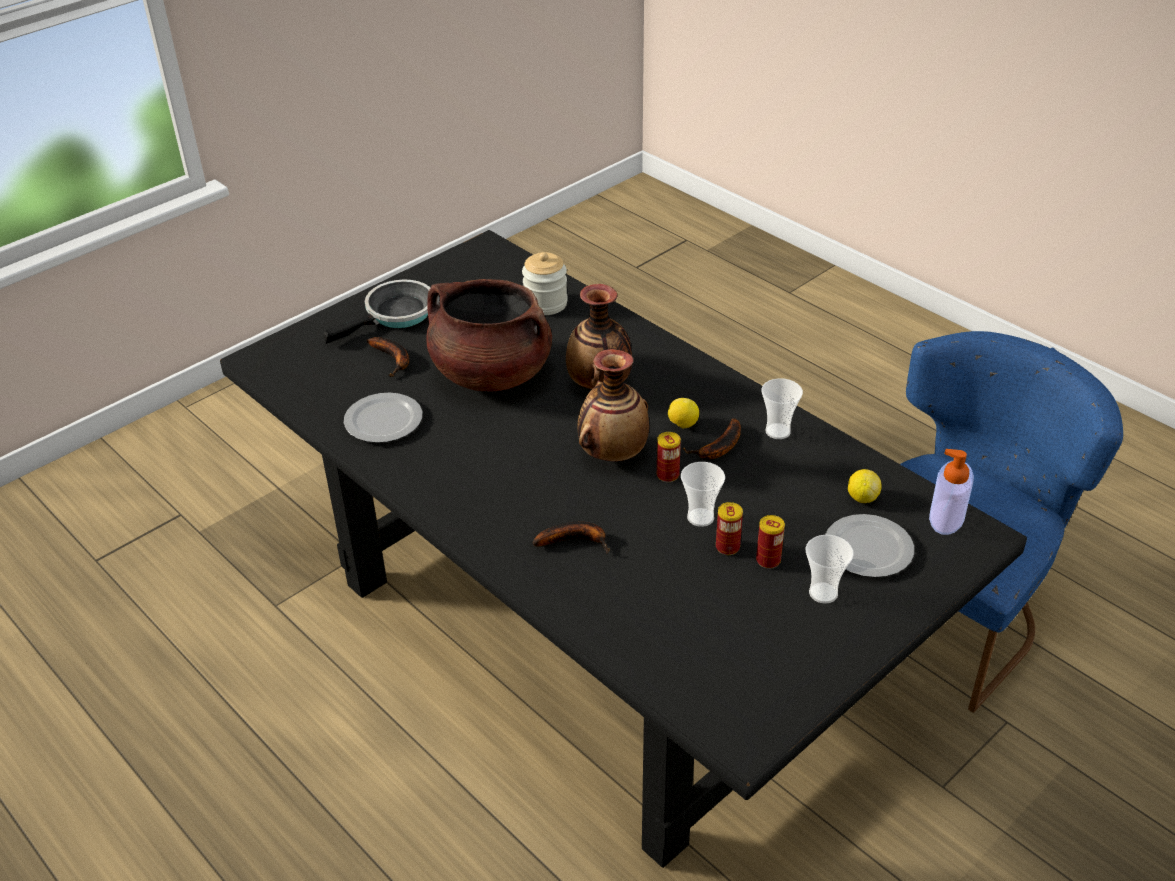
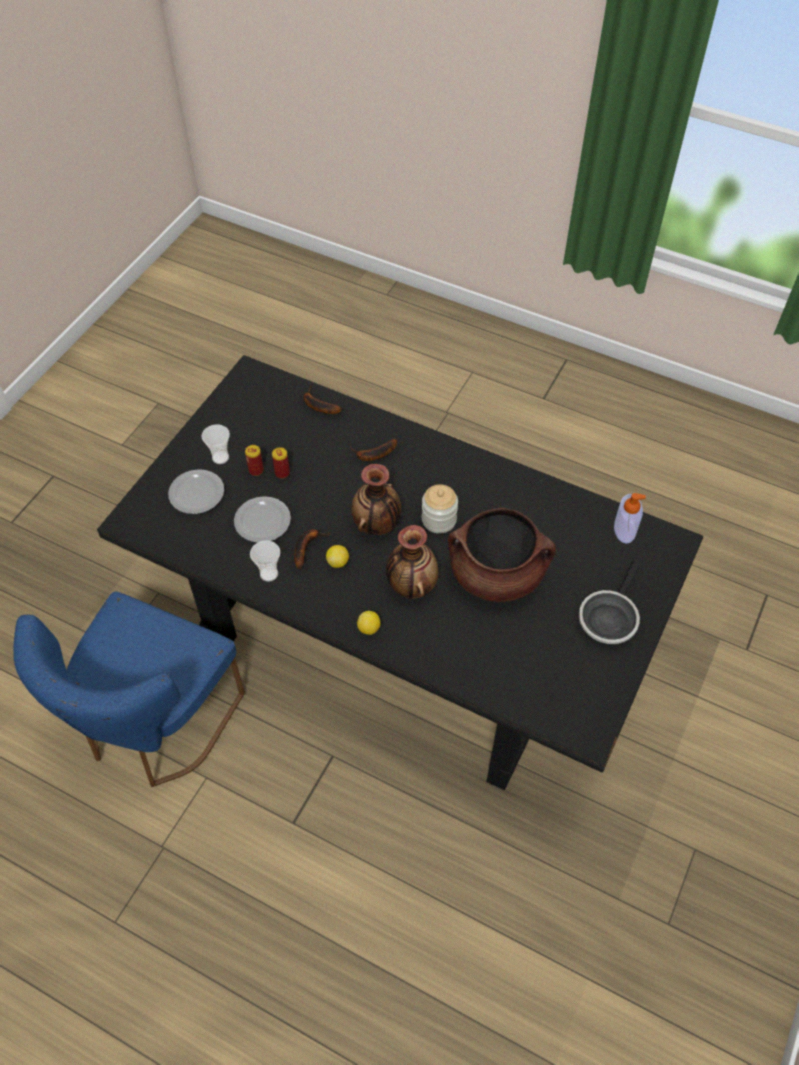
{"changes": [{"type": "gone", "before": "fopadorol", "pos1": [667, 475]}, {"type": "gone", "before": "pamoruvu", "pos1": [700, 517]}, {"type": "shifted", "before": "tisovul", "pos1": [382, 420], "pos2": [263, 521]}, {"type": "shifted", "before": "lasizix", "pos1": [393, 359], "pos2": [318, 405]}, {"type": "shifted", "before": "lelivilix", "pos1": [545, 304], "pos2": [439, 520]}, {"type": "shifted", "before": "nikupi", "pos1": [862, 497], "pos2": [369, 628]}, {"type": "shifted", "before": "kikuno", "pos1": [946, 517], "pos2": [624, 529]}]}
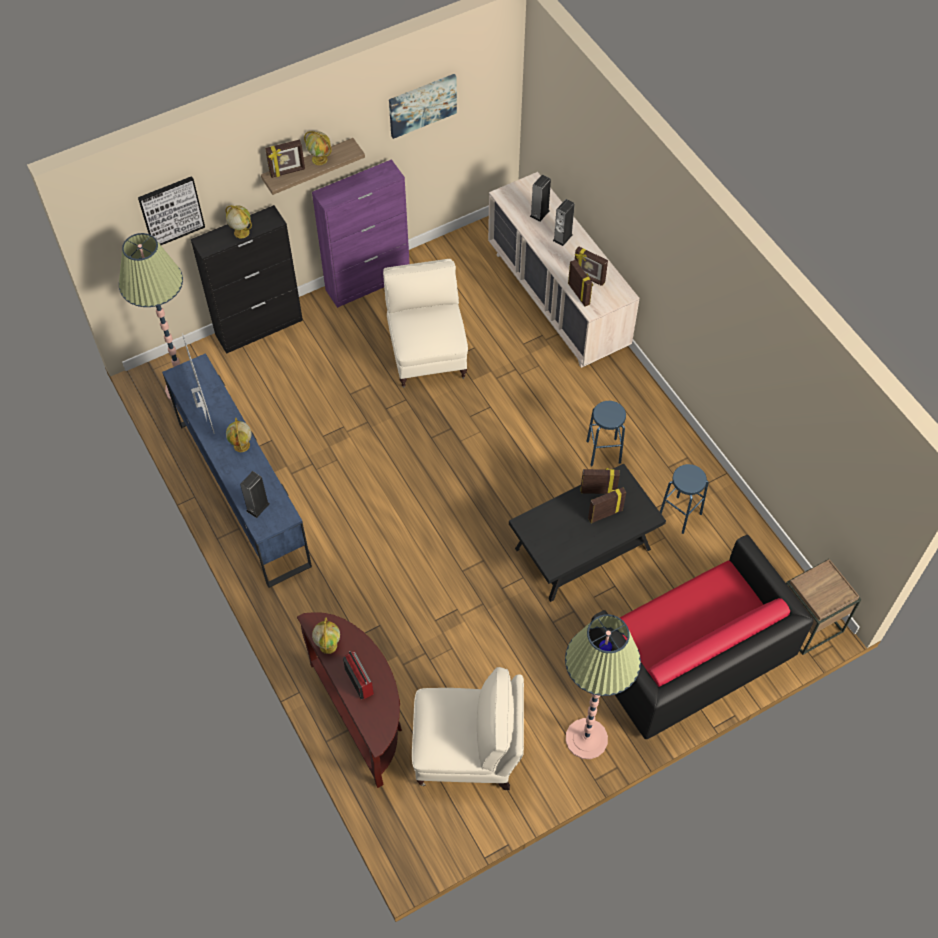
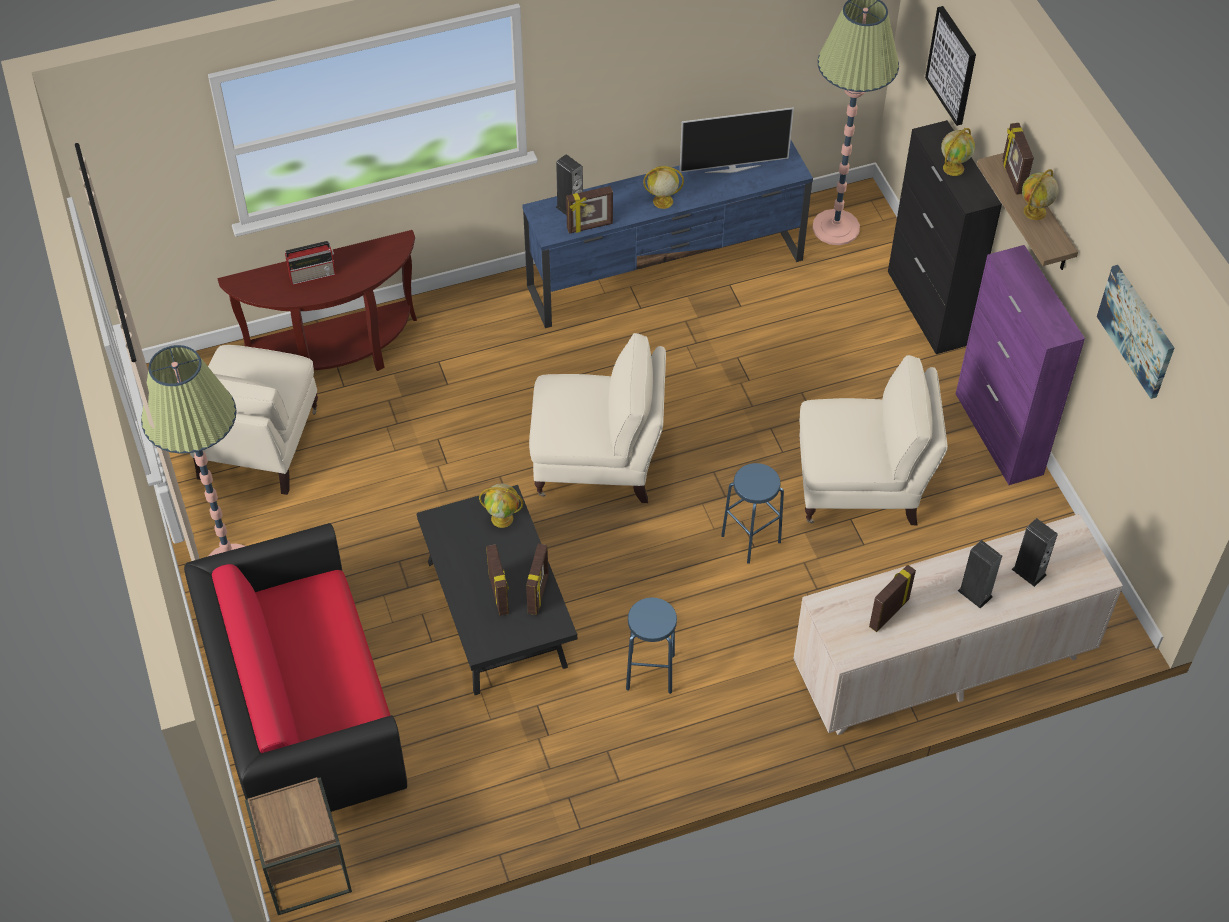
{"changes": [{"type": "new", "after": "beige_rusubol", "pos2": [598, 463]}, {"type": "shifted", "before": "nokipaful", "pos1": [328, 645], "pos2": [503, 518]}, {"type": "shifted", "before": "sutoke", "pos1": [579, 294], "pos2": [590, 227]}, {"type": "shifted", "before": "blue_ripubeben", "pos1": [680, 515], "pos2": [750, 538]}]}
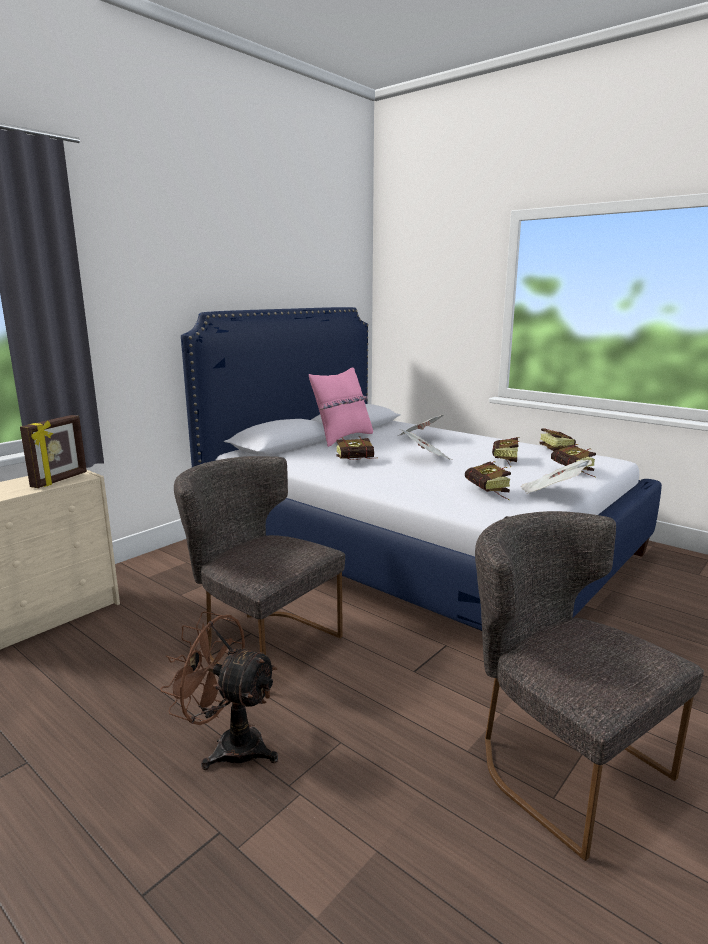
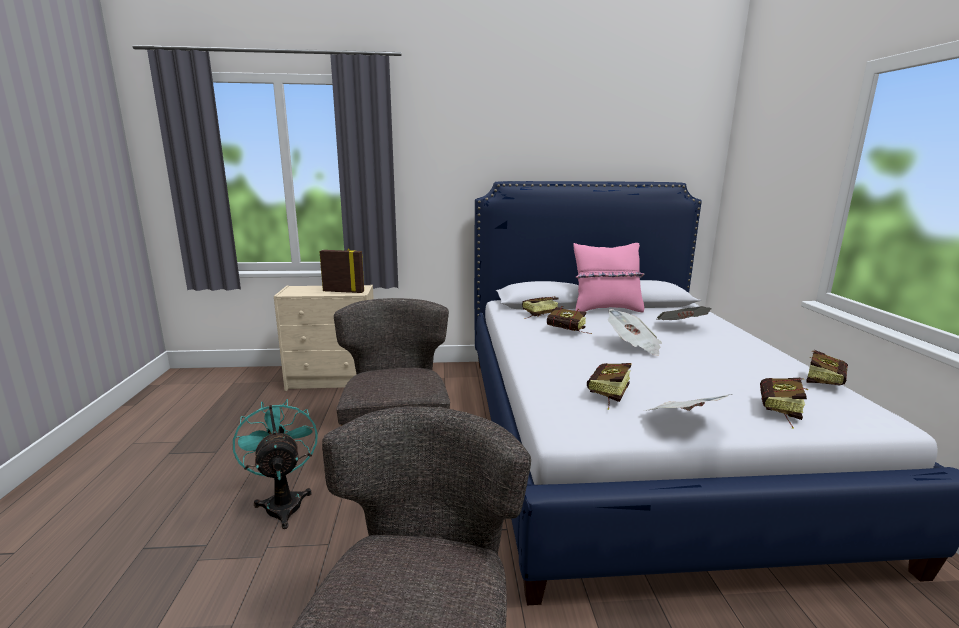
{"changes": [{"type": "shifted", "before": "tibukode", "pos1": [504, 461], "pos2": [536, 315]}, {"type": "repainted", "before": "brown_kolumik", "after": "turquoise_kolumik", "pos1": [229, 745], "pos2": [283, 502]}, {"type": "rotated", "before": "sutoke", "pos1": [60, 480], "pos2": [344, 291], "turn": -150}]}
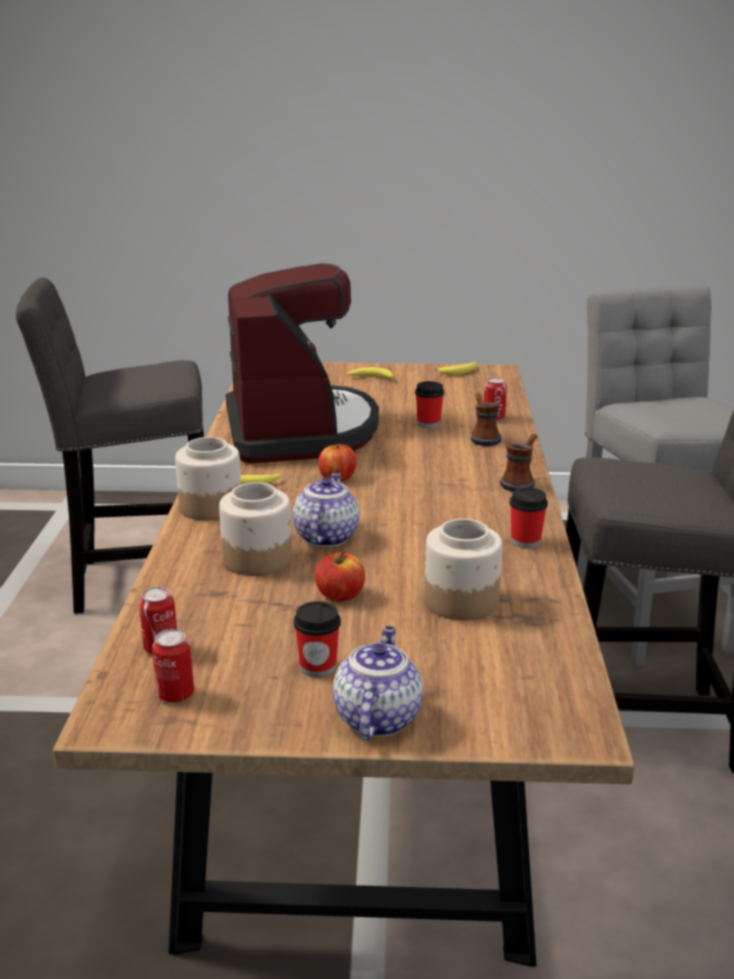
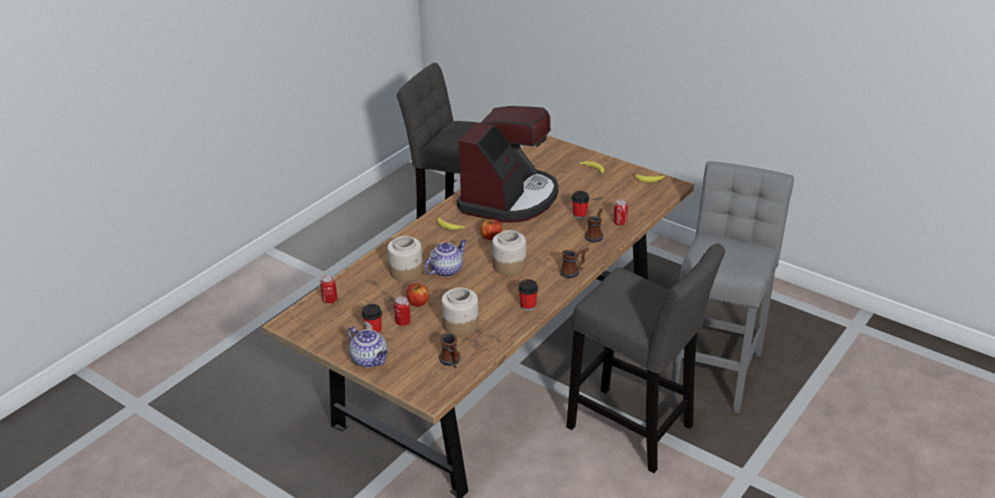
{"changes": [{"type": "new", "after": "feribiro", "pos2": [452, 362]}, {"type": "shifted", "before": "fopadorol", "pos1": [175, 694], "pos2": [403, 322]}, {"type": "shifted", "before": "lelivilix", "pos1": [210, 507], "pos2": [509, 266]}, {"type": "rotated", "before": "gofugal", "pos1": [376, 717], "pos2": [370, 360], "turn": 90}]}
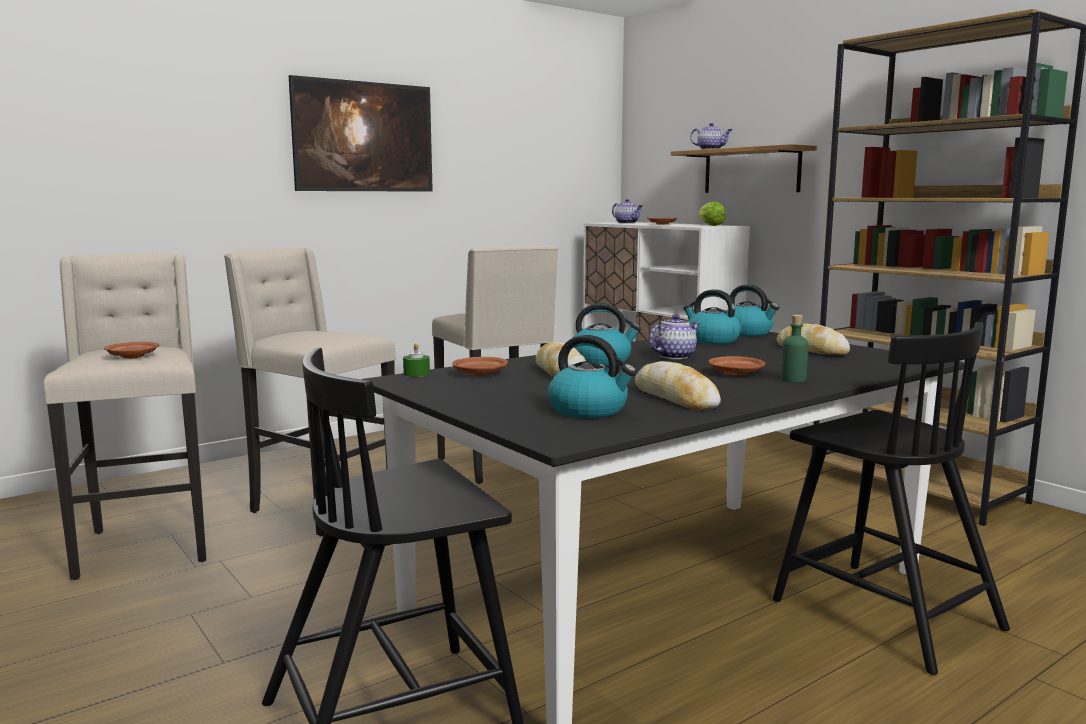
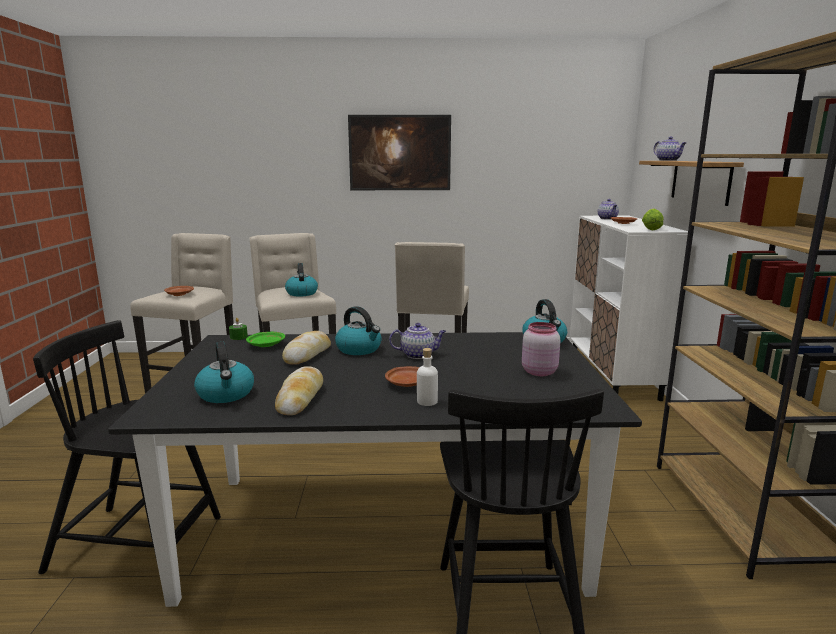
{"changes": [{"type": "shifted", "before": "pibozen", "pos1": [711, 340], "pos2": [301, 293]}, {"type": "swapped", "before": "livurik", "after": "pink_lelivilix", "pos1": [811, 350], "pos2": [538, 371]}, {"type": "repainted", "before": "brown_tisovul", "after": "green_tisovul", "pos1": [480, 374], "pos2": [266, 345]}, {"type": "repainted", "before": "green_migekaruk", "after": "white_migekaruk", "pos1": [793, 379], "pos2": [427, 401]}]}
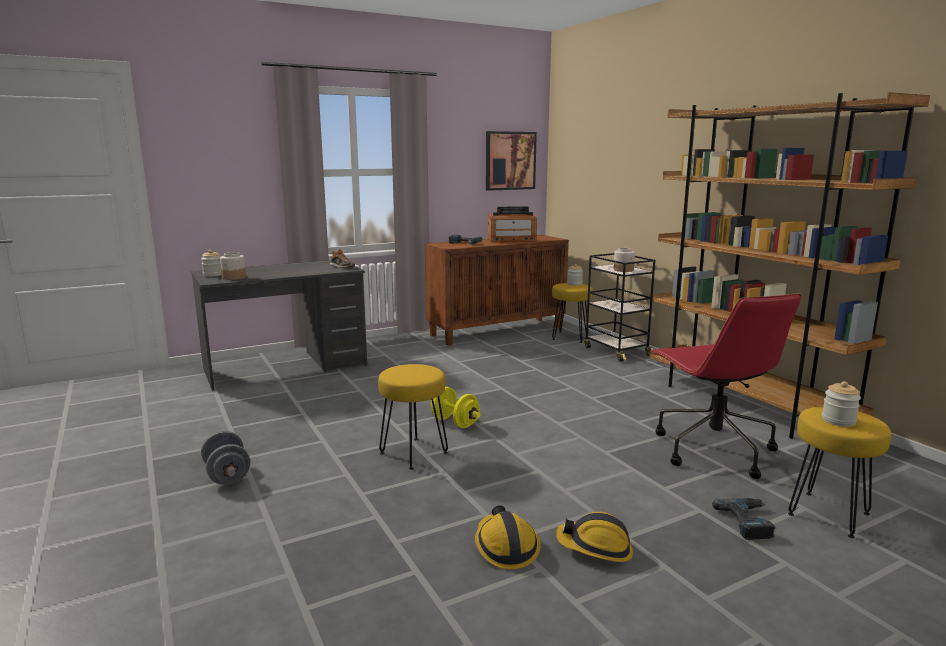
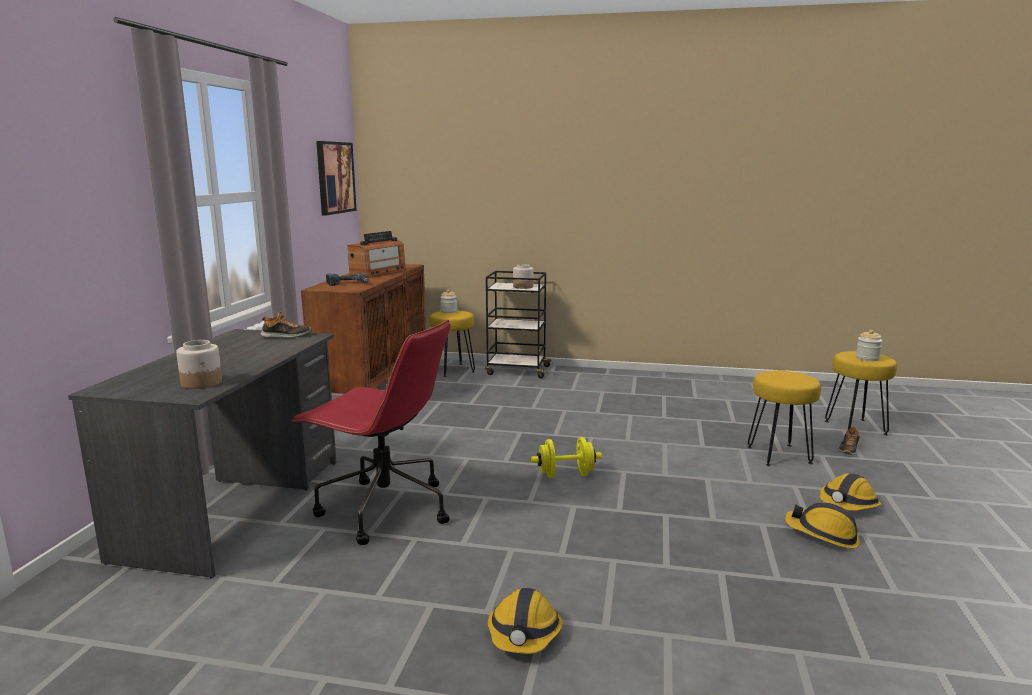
{"changes": [{"type": "gone", "before": "lelivilix", "pos1": [213, 275]}, {"type": "gone", "before": "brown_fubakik", "pos1": [745, 404]}, {"type": "shifted", "before": "yellow_ripubeben", "pos1": [413, 453], "pos2": [778, 455]}, {"type": "shifted", "before": "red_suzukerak", "pos1": [712, 449], "pos2": [383, 509]}, {"type": "swapped", "before": "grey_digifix", "after": "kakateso", "pos1": [227, 475], "pos2": [524, 634]}, {"type": "swapped", "before": "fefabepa", "after": "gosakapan", "pos1": [749, 522], "pos2": [848, 449]}]}
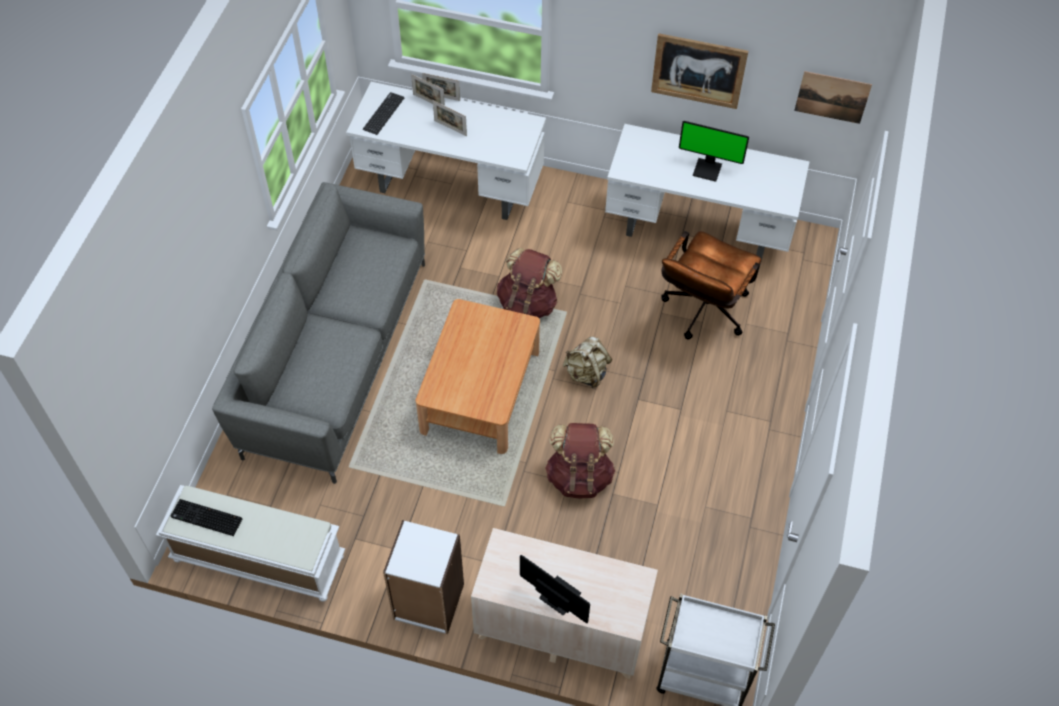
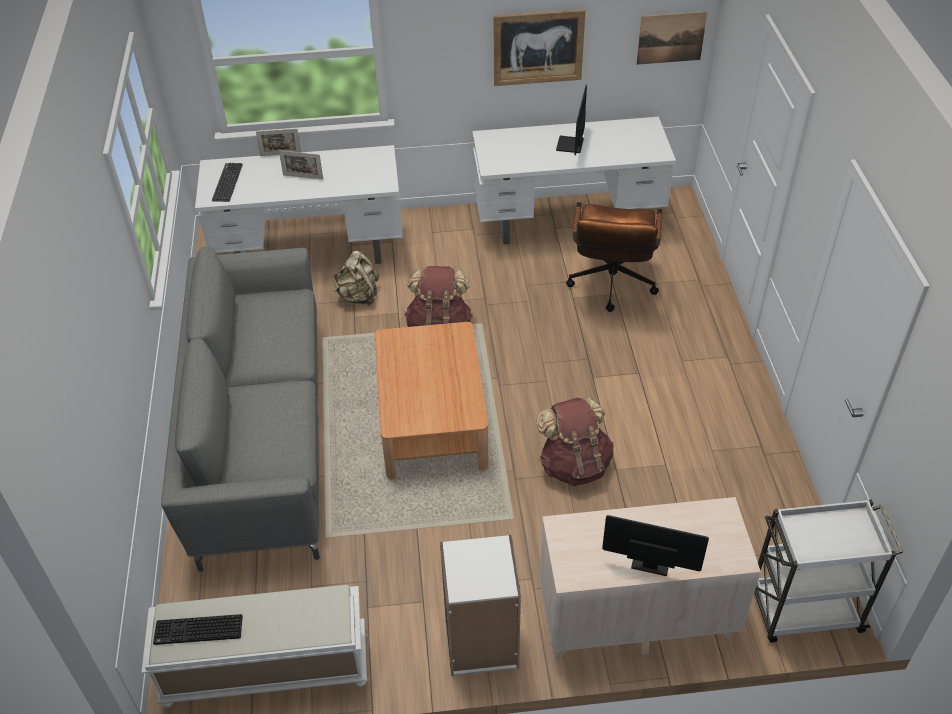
{"changes": [{"type": "gone", "before": "sutoke", "pos1": [428, 102]}, {"type": "shifted", "before": "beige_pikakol", "pos1": [586, 373], "pos2": [358, 296]}, {"type": "rotated", "before": "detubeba", "pos1": [708, 169], "pos2": [571, 145], "turn": 105}]}
